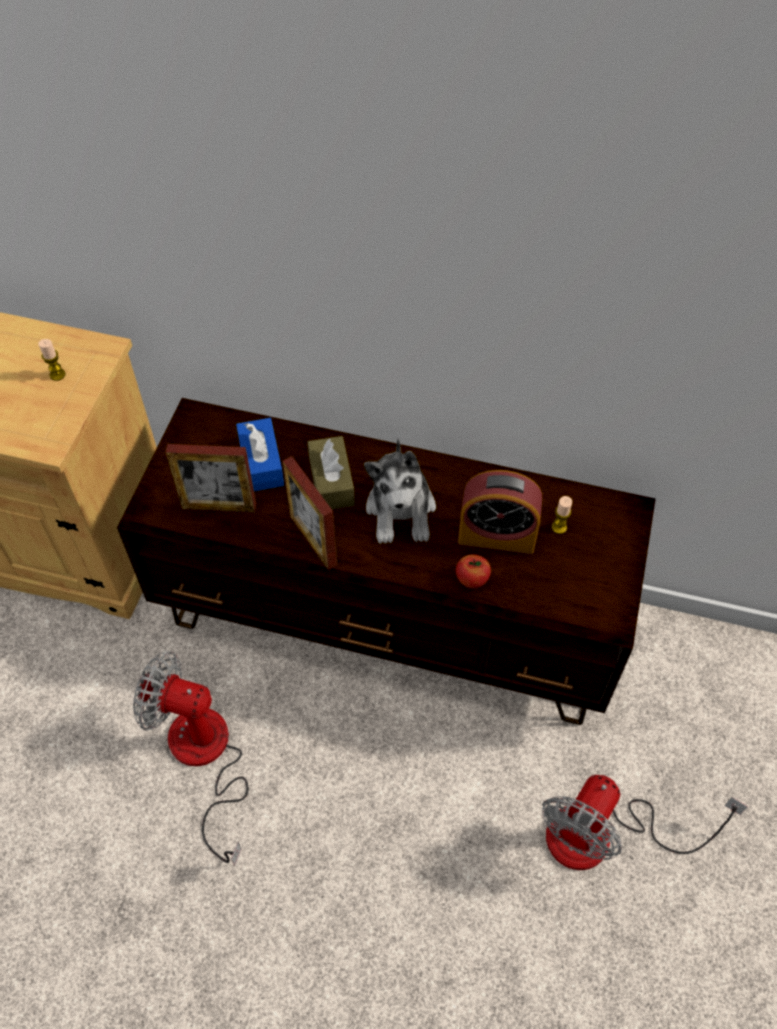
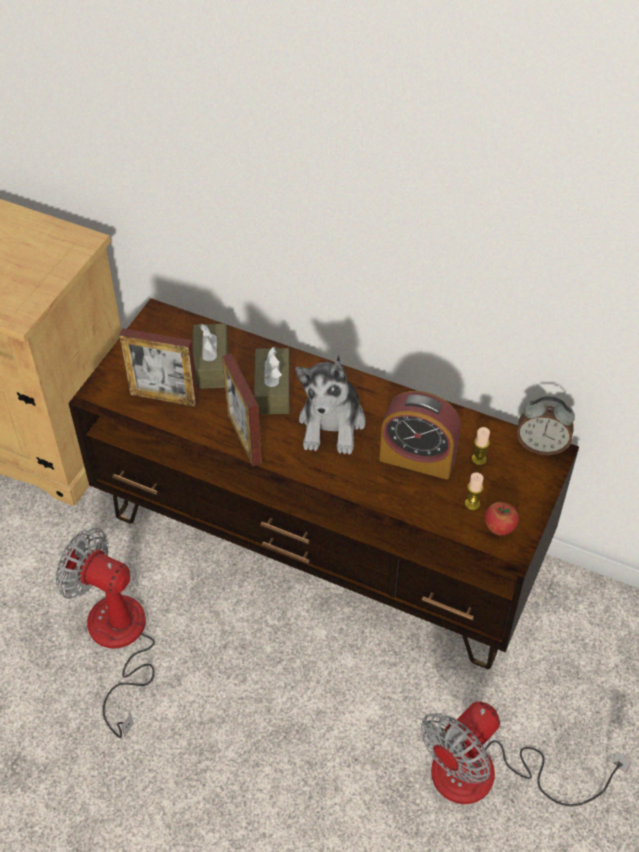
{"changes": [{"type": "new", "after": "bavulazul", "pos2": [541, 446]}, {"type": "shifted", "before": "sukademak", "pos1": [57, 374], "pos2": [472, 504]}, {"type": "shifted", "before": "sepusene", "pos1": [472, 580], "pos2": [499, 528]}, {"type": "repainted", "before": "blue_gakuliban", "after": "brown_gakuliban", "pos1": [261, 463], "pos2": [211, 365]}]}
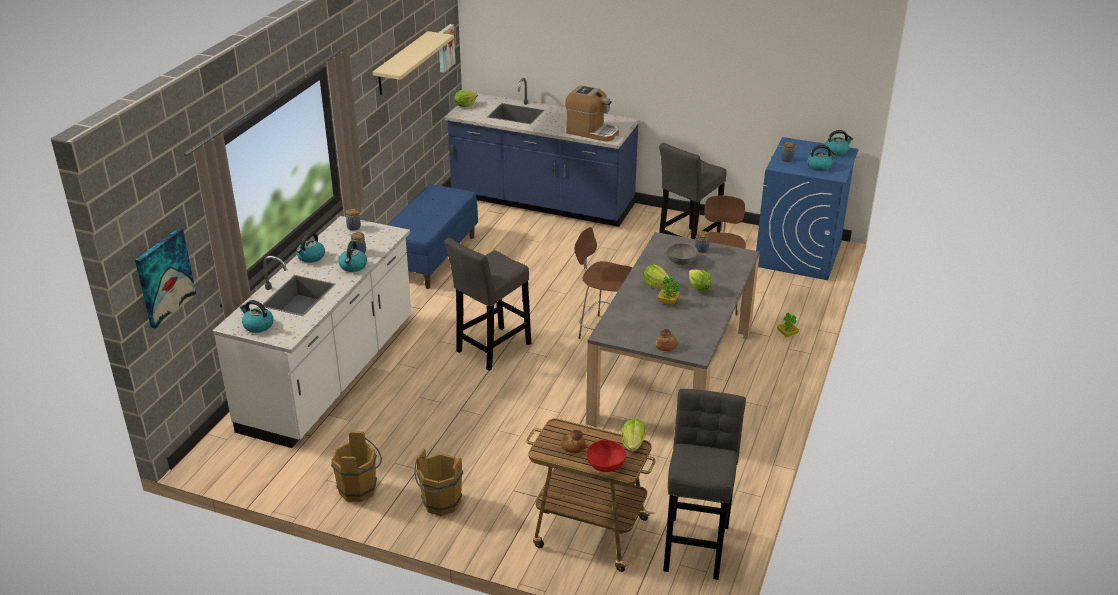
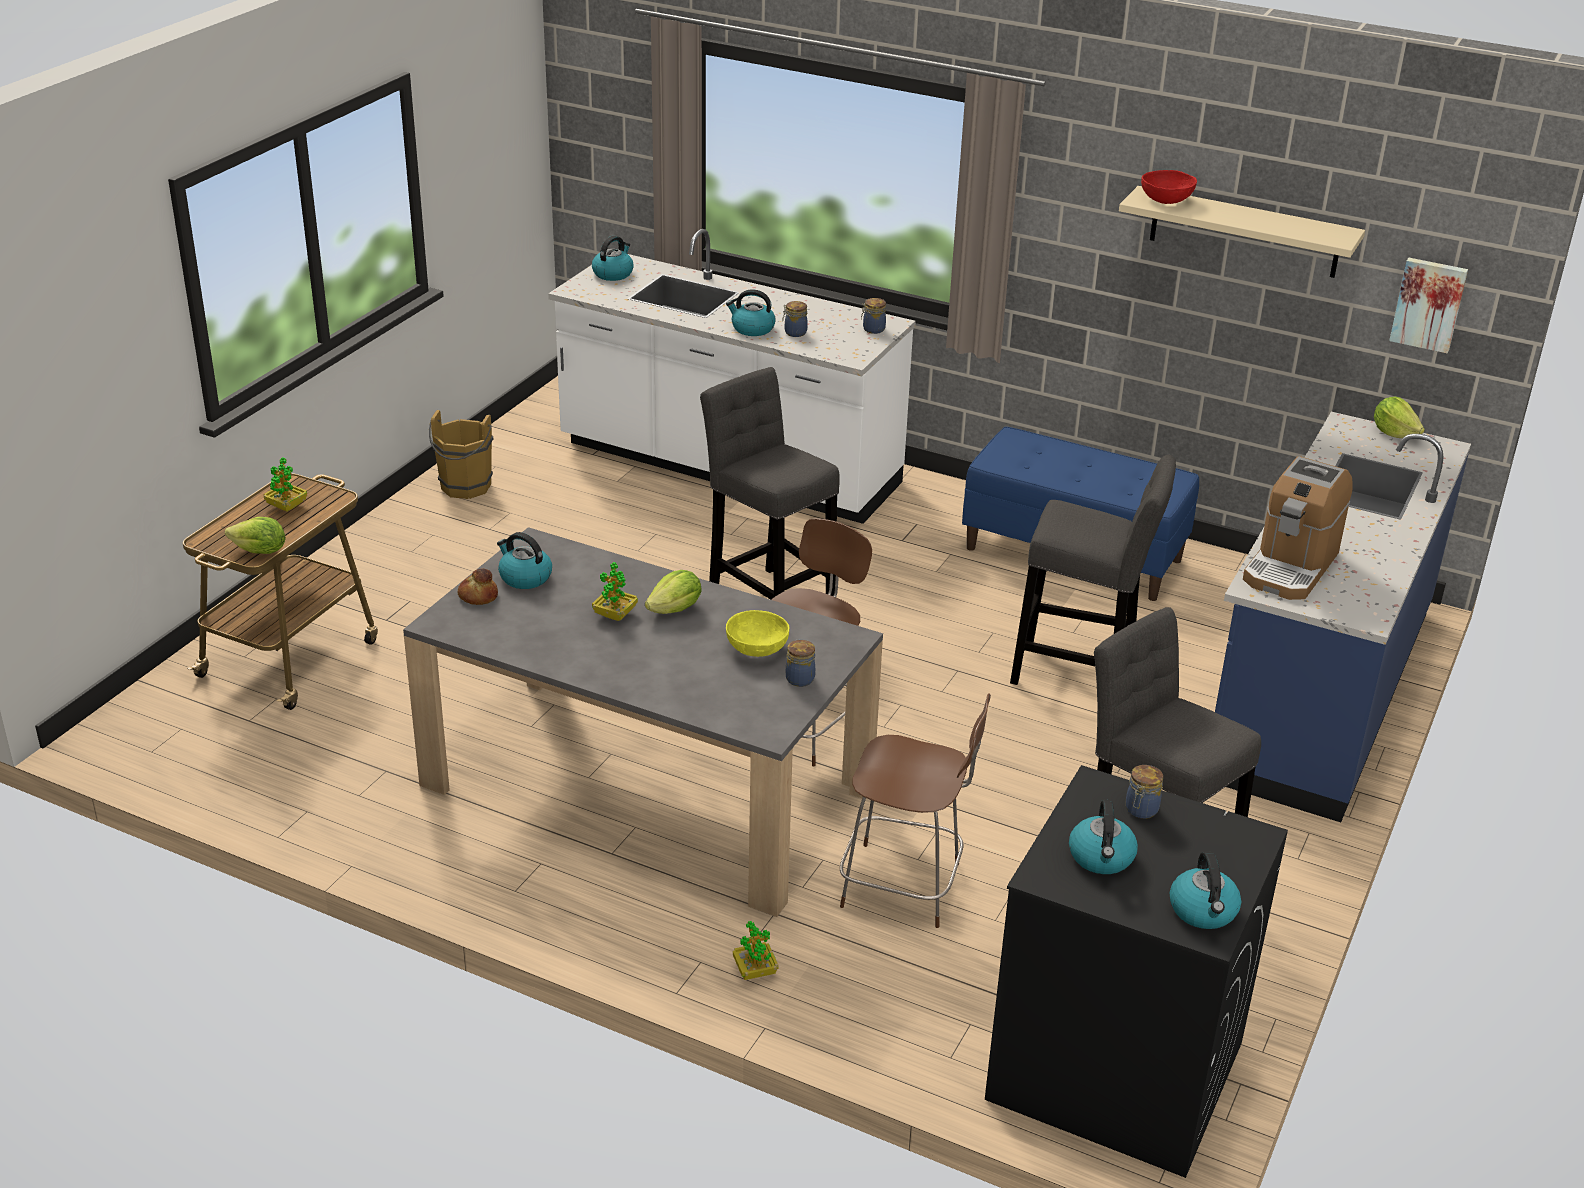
{"changes": [{"type": "gone", "before": "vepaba", "pos1": [164, 277]}, {"type": "gone", "before": "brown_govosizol", "pos1": [440, 505]}, {"type": "gone", "before": "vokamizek", "pos1": [699, 288]}, {"type": "shifted", "before": "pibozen", "pos1": [311, 257], "pos2": [524, 577]}, {"type": "shifted", "before": "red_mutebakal", "pos1": [605, 465], "pos2": [1166, 200]}, {"type": "shifted", "before": "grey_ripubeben", "pos1": [696, 544], "pos2": [1080, 675]}, {"type": "swapped", "before": "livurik", "after": "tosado", "pos1": [572, 446], "pos2": [287, 506]}, {"type": "repainted", "before": "grey_mutebakal", "after": "yellow_mutebakal", "pos1": [681, 261], "pos2": [757, 649]}, {"type": "repainted", "before": "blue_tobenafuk", "after": "black_tobenafuk", "pos1": [798, 255], "pos2": [1113, 1071]}]}
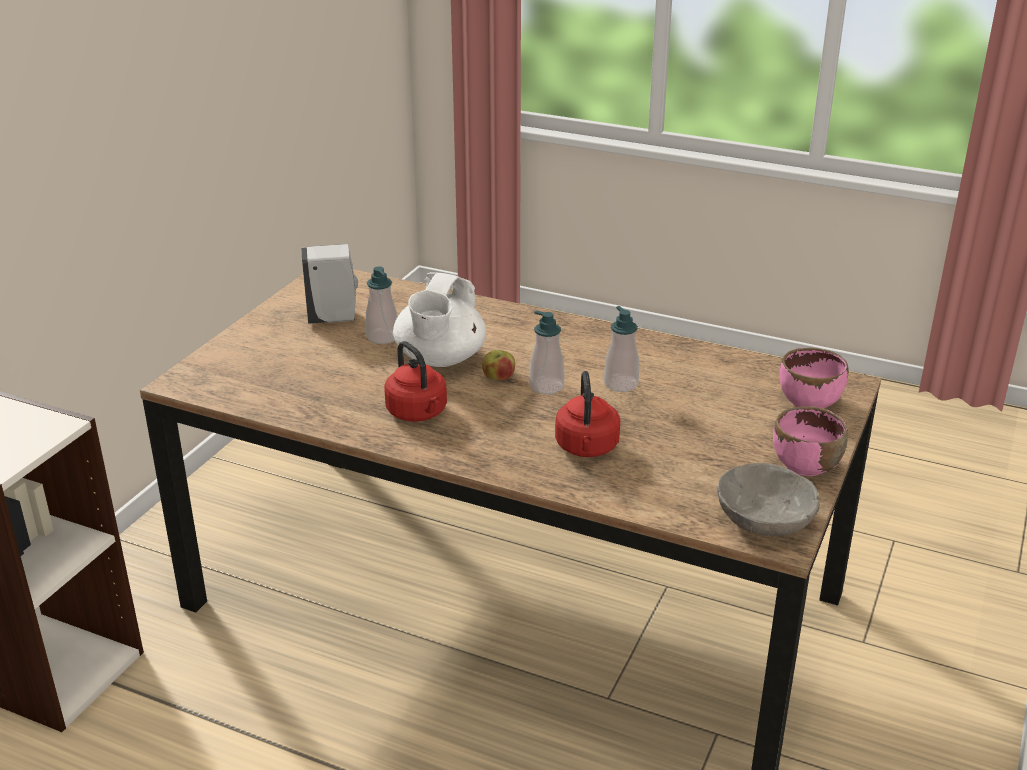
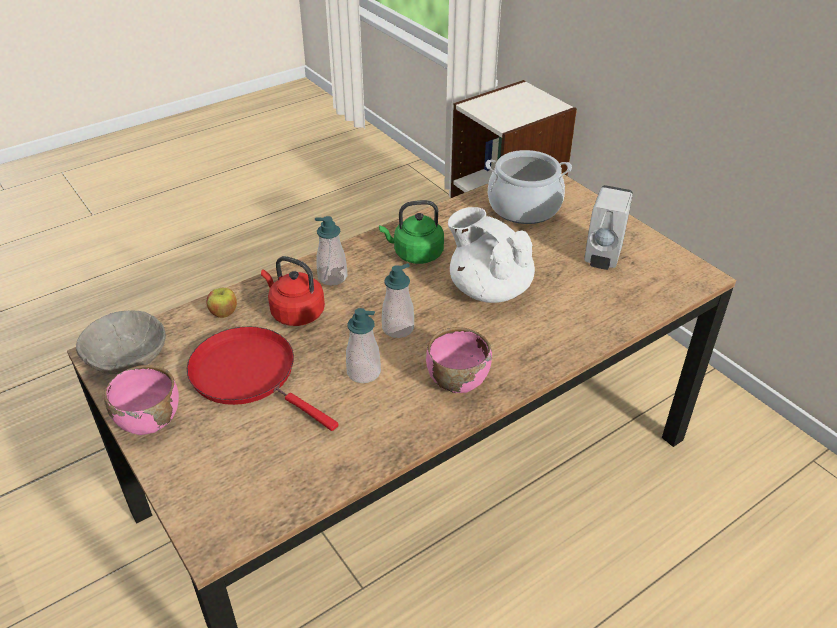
{"changes": [{"type": "new", "after": "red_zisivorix", "pos2": [249, 374]}, {"type": "new", "after": "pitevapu", "pos2": [524, 207]}, {"type": "shifted", "before": "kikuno", "pos1": [382, 337], "pos2": [332, 277]}, {"type": "shifted", "before": "sepusene", "pos1": [499, 378], "pos2": [223, 313]}, {"type": "shifted", "before": "pink_mutebakal", "pos1": [809, 401], "pos2": [457, 380]}, {"type": "repainted", "before": "red_pibozen", "after": "green_pibozen", "pos1": [418, 413], "pos2": [415, 254]}]}
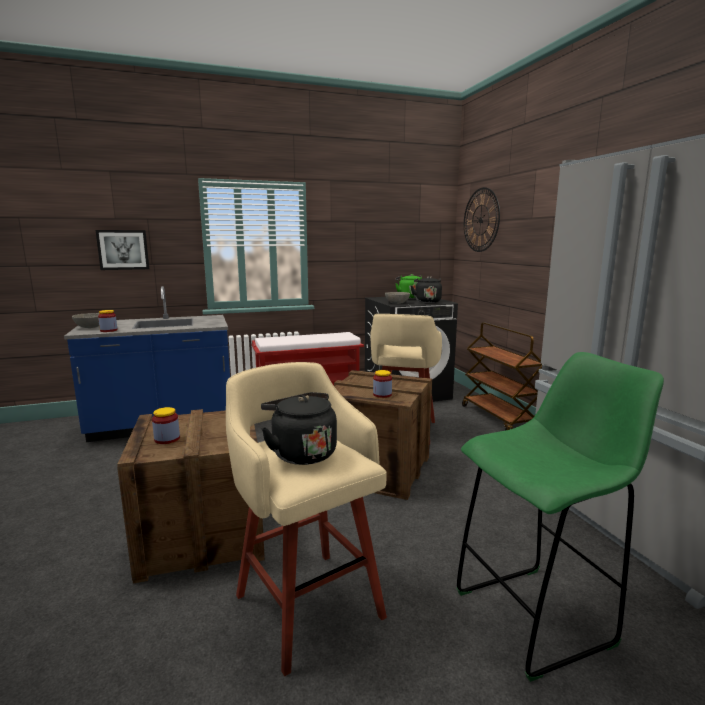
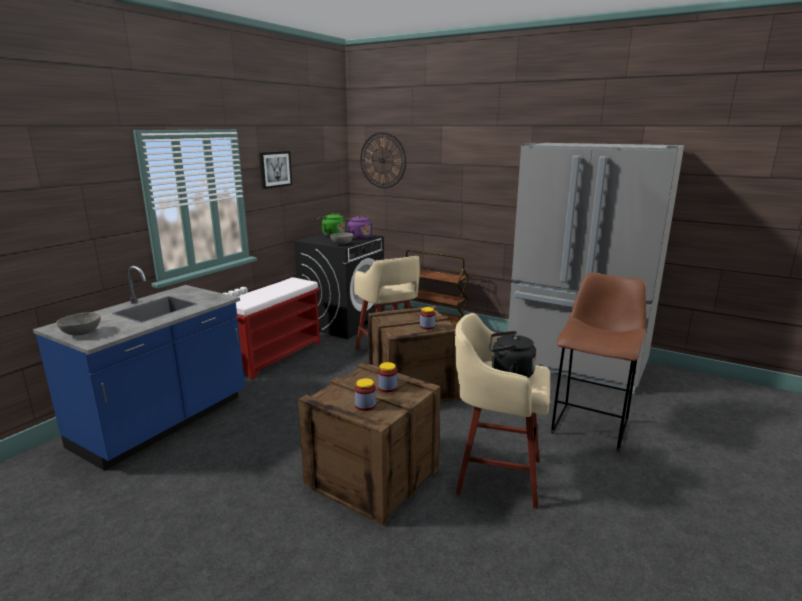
{"changes": [{"type": "shifted", "before": "vepaba", "pos1": [123, 250], "pos2": [275, 169]}, {"type": "shifted", "before": "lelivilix", "pos1": [108, 330], "pos2": [387, 387]}, {"type": "repainted", "before": "black_pibozen", "after": "purple_pibozen", "pos1": [427, 301], "pos2": [358, 238]}, {"type": "repainted", "before": "green_ripubeben", "after": "brown_ripubeben", "pos1": [537, 616], "pos2": [590, 426]}]}
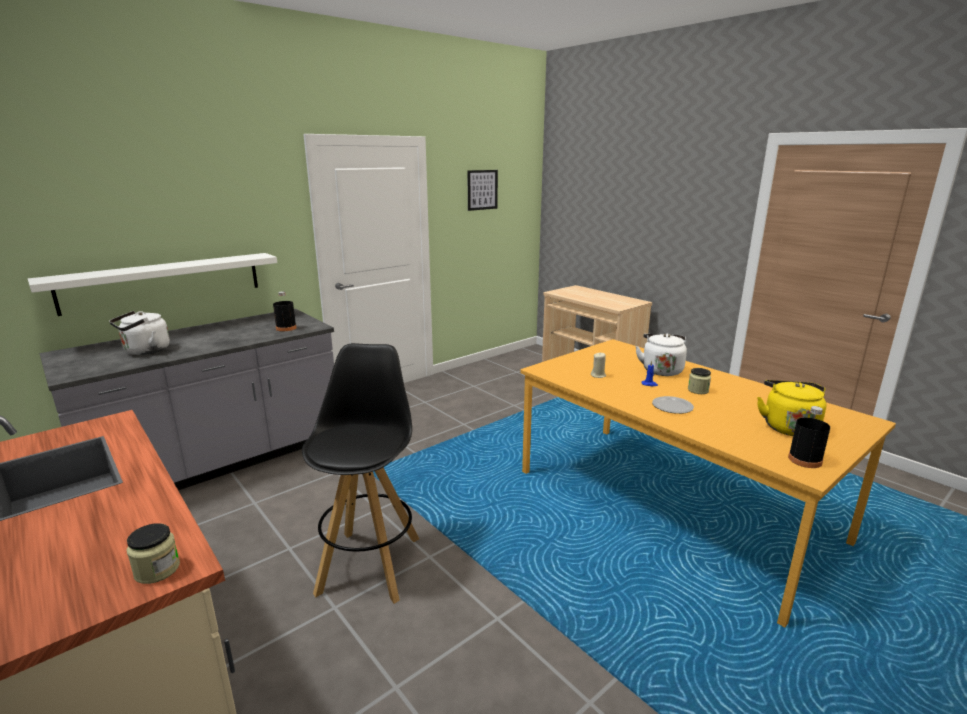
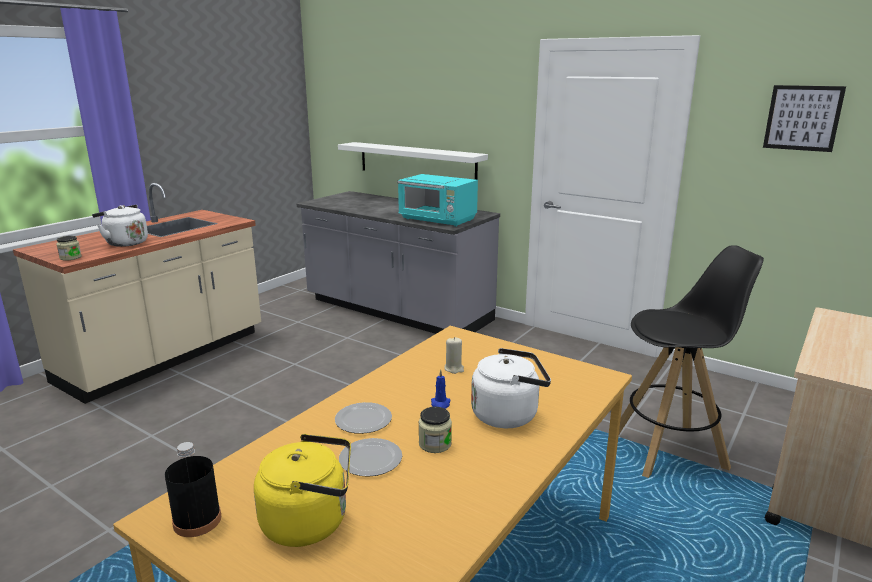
{"changes": [{"type": "new", "after": "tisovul", "pos2": [371, 460]}, {"type": "shifted", "before": "white_pibozen", "pos1": [144, 351], "pos2": [125, 243]}, {"type": "shifted", "before": "black_ripubeben", "pos1": [370, 563], "pos2": [669, 450]}, {"type": "swapped", "before": "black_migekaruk", "after": "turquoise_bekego", "pos1": [286, 328], "pos2": [438, 220]}]}
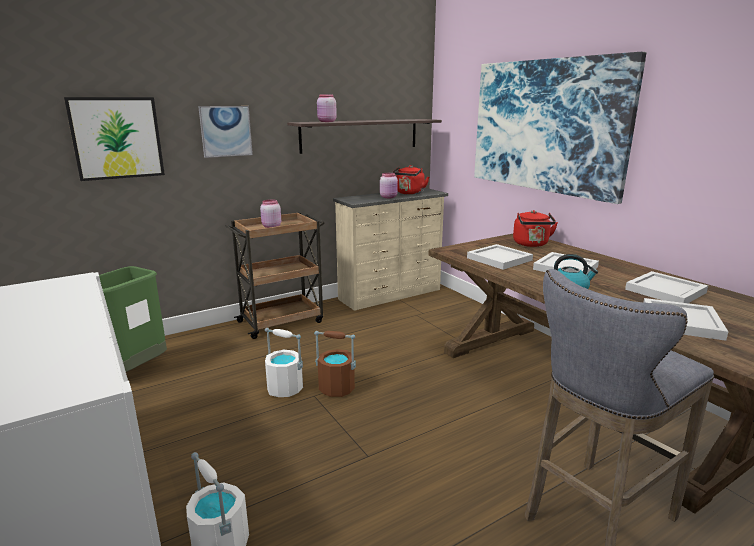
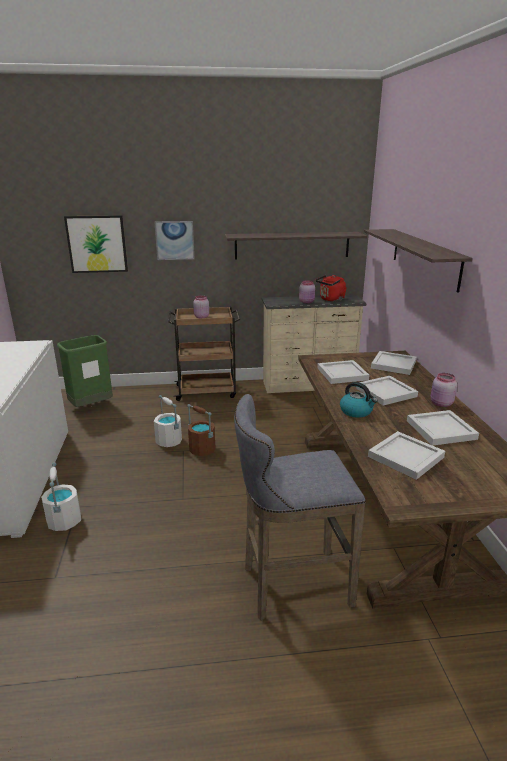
{"changes": [{"type": "shifted", "before": "pink_lelivilix", "pos1": [326, 121], "pos2": [440, 404]}, {"type": "swapped", "before": "vepaba", "after": "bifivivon", "pos1": [546, 126], "pos2": [424, 257]}, {"type": "swapped", "before": "red_pibozen", "after": "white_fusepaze", "pos1": [531, 244], "pos2": [392, 365]}]}
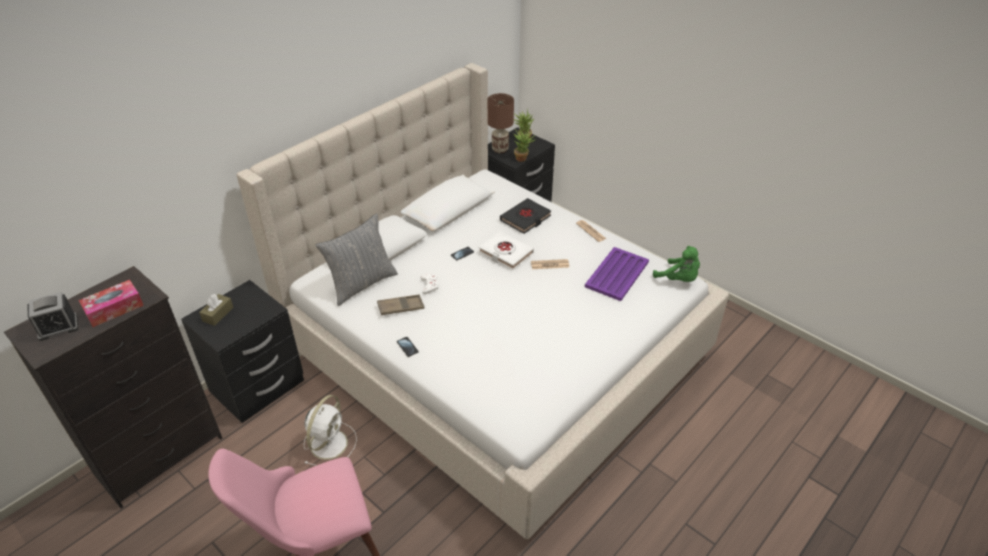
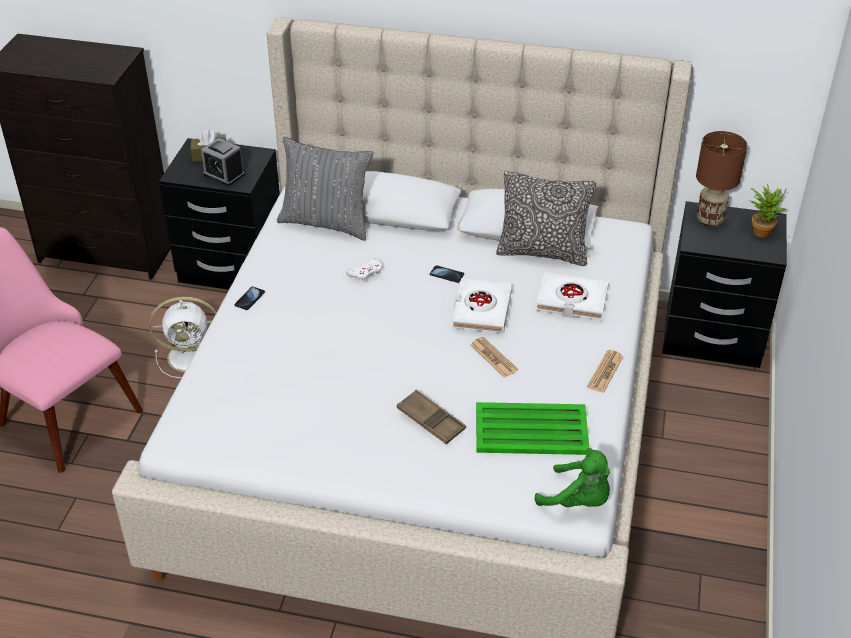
{"changes": [{"type": "gone", "before": "gakuliban", "pos1": [114, 309]}, {"type": "gone", "before": "tosado", "pos1": [523, 158]}, {"type": "new", "after": "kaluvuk", "pos2": [542, 252]}, {"type": "shifted", "before": "bavulazul", "pos1": [58, 327], "pos2": [224, 174]}, {"type": "shifted", "before": "brown_fusepaze", "pos1": [401, 307], "pos2": [431, 421]}, {"type": "repainted", "before": "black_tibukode", "after": "white_tibukode", "pos1": [525, 219], "pos2": [571, 300]}, {"type": "repainted", "before": "purple_fusepaze", "after": "green_fusepaze", "pos1": [617, 274], "pos2": [532, 430]}, {"type": "rotated", "before": "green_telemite", "pos1": [678, 279], "pos2": [578, 500], "turn": -75}]}
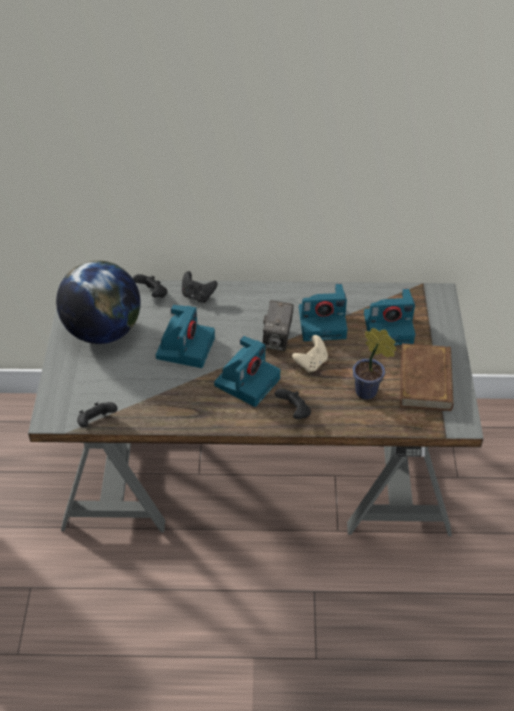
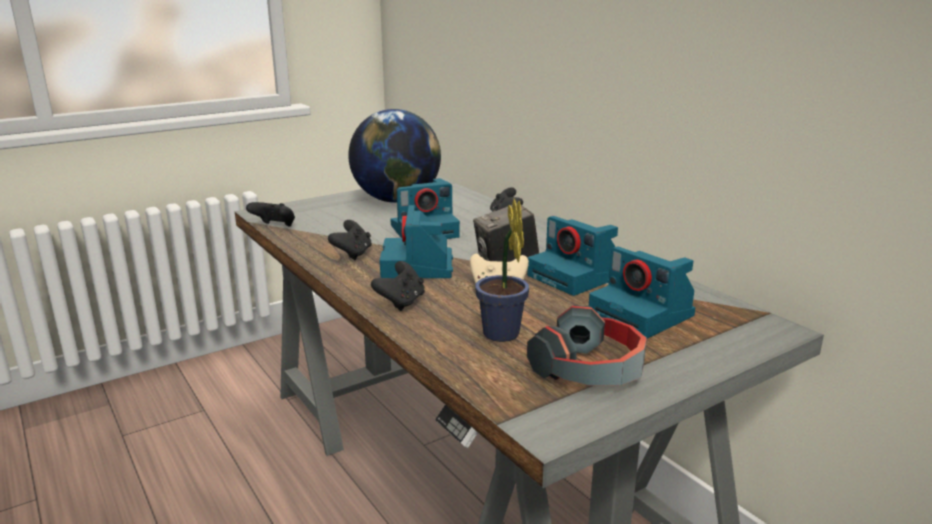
{"changes": [{"type": "shifted", "before": "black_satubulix", "pos1": [152, 294], "pos2": [352, 254]}, {"type": "swapped", "before": "brown_tibukode", "after": "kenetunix", "pos1": [426, 380], "pos2": [590, 369]}, {"type": "rotated", "before": "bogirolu", "pos1": [247, 381], "pos2": [418, 267], "turn": 90}]}
